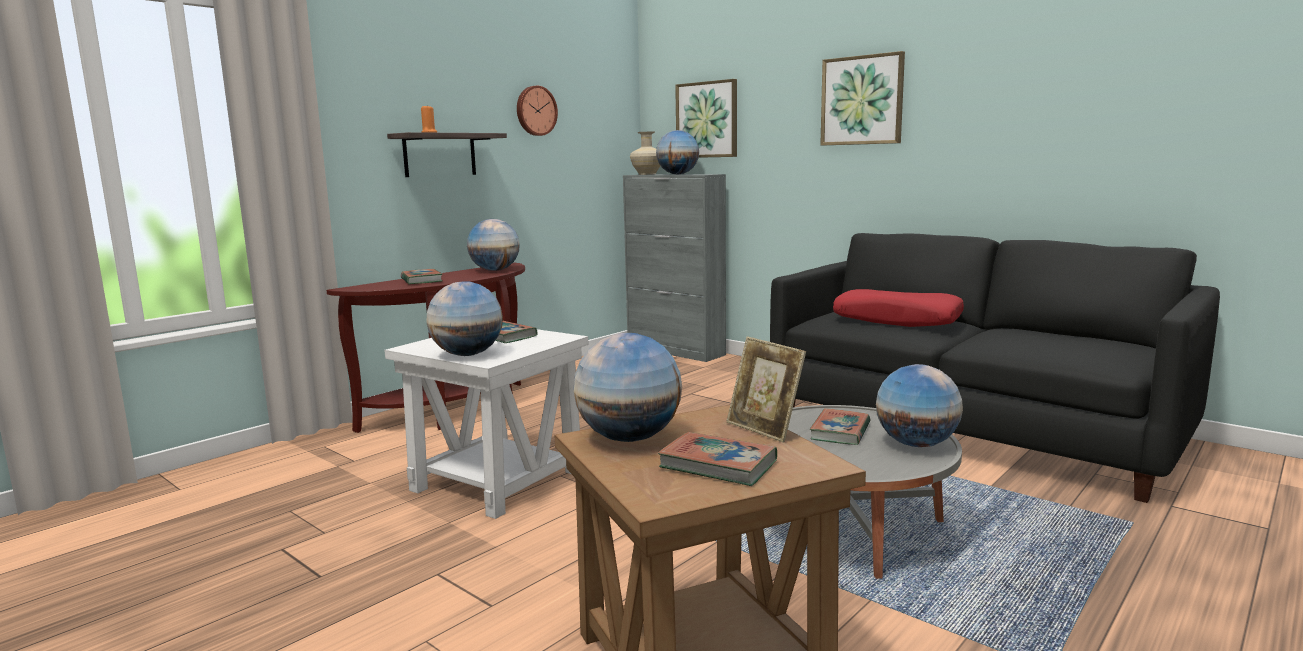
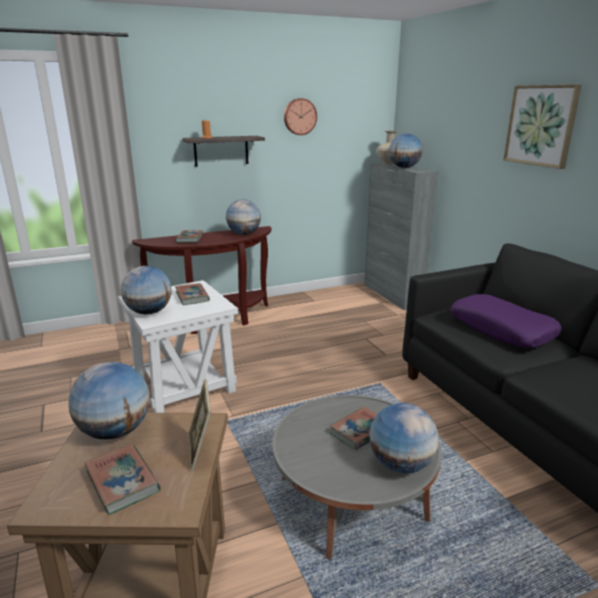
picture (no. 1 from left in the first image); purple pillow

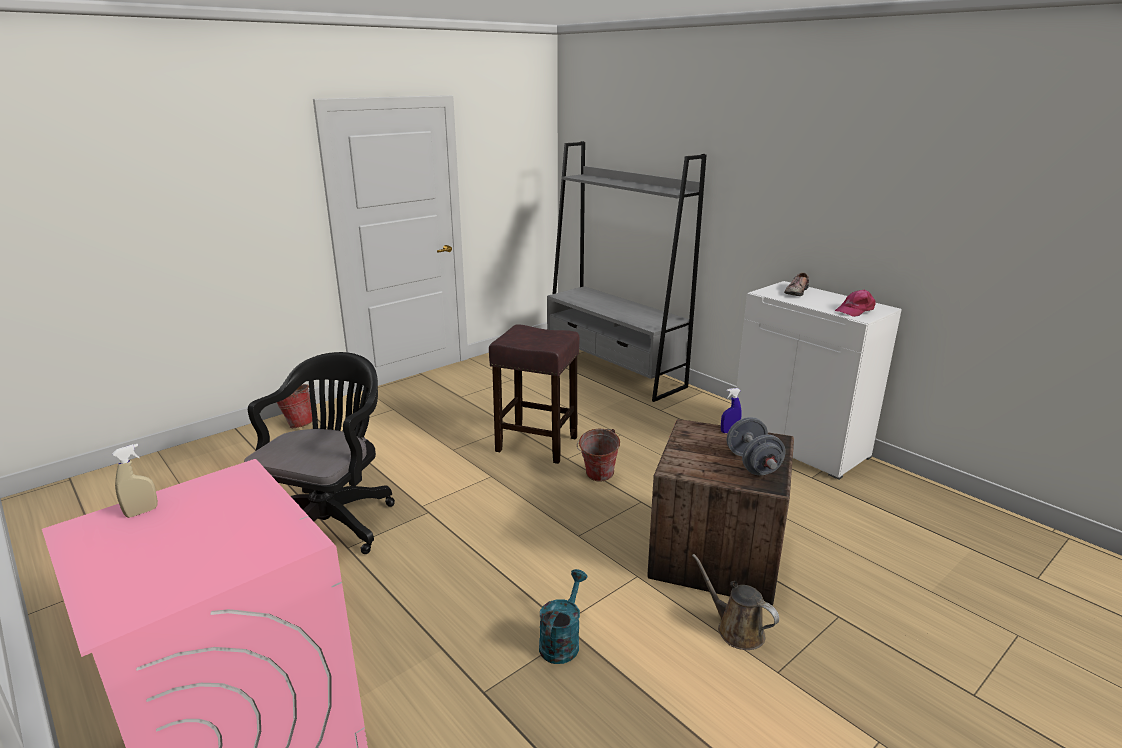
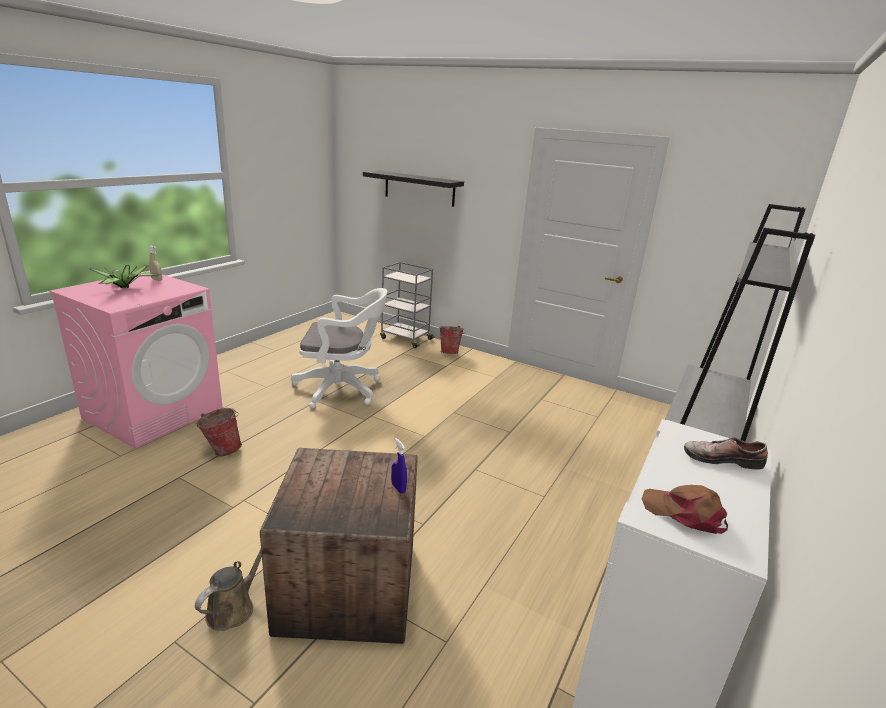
brown stool; turquoise watering can; grey dumbbell; potted plant; black shelf; grey cart; bucket (no. 1 from left); white office chair; brown cap

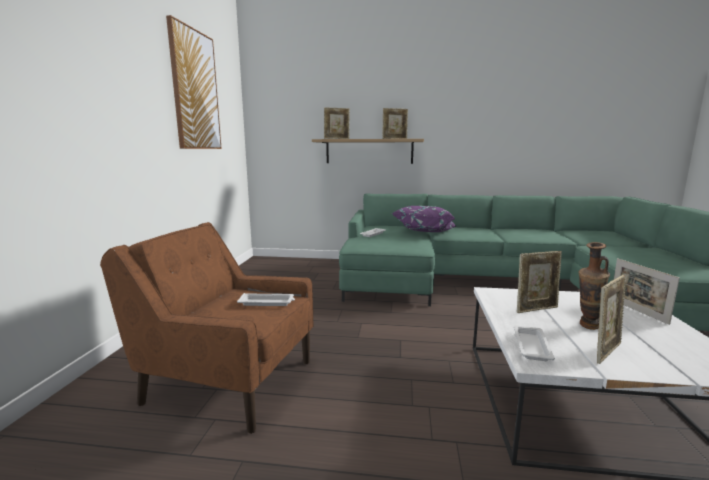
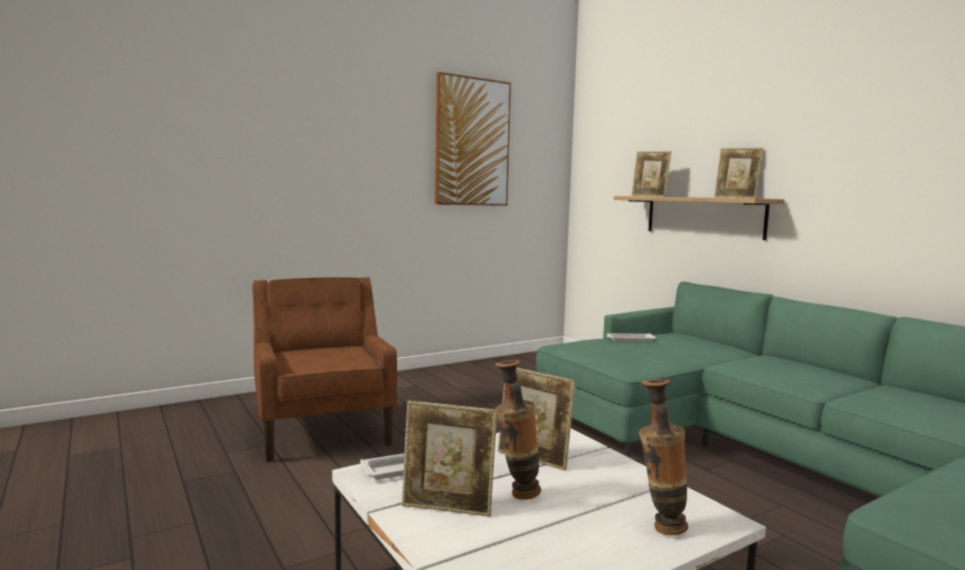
white tray (no. 1 from left in the first image); purple pillow; vase (no. 2 from left)

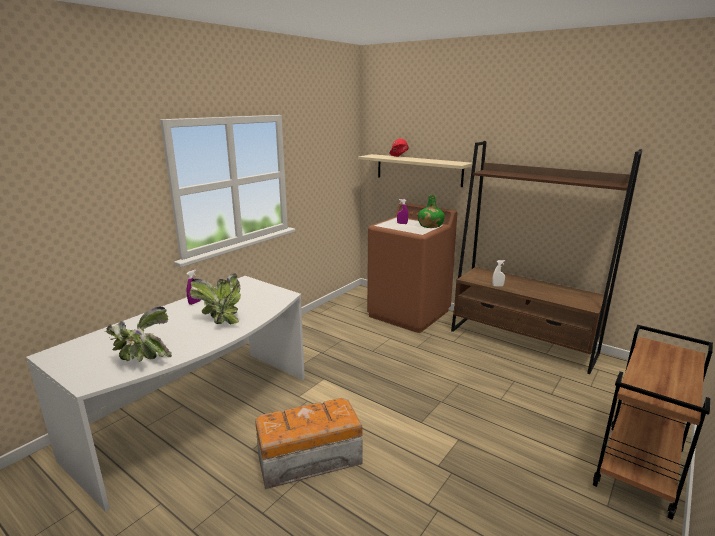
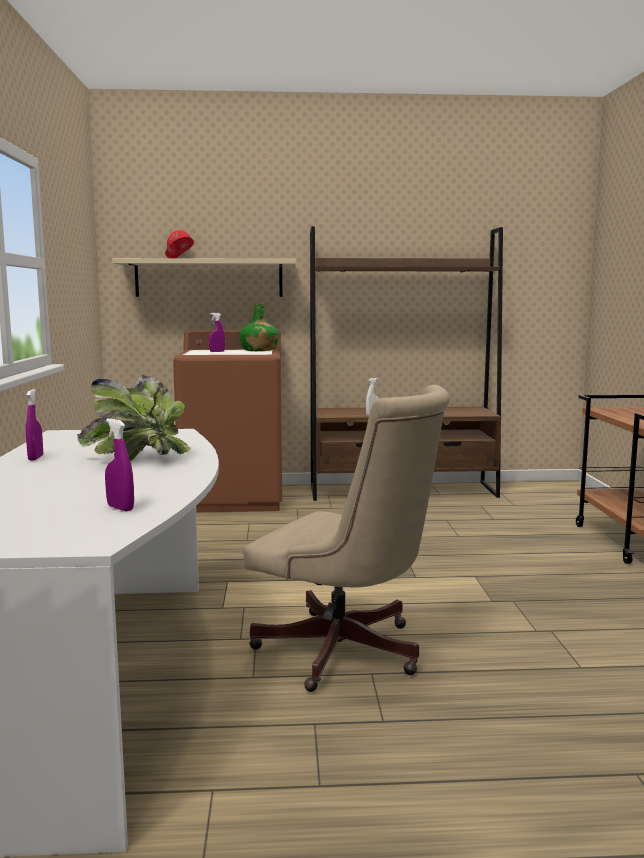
purple spray bottle (no. 2 from left); beige office chair

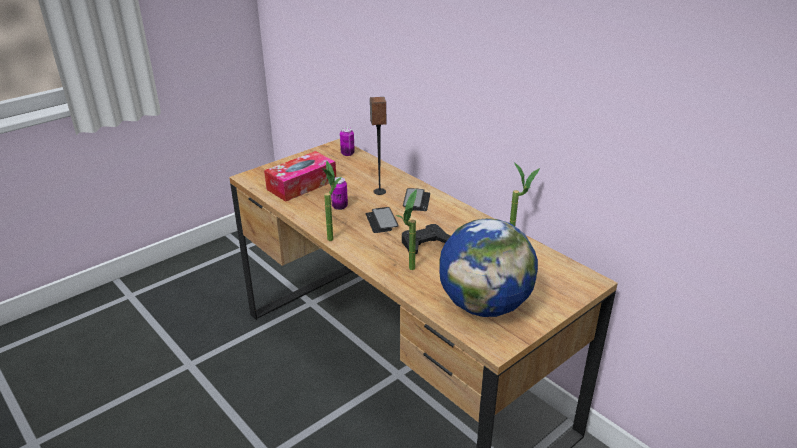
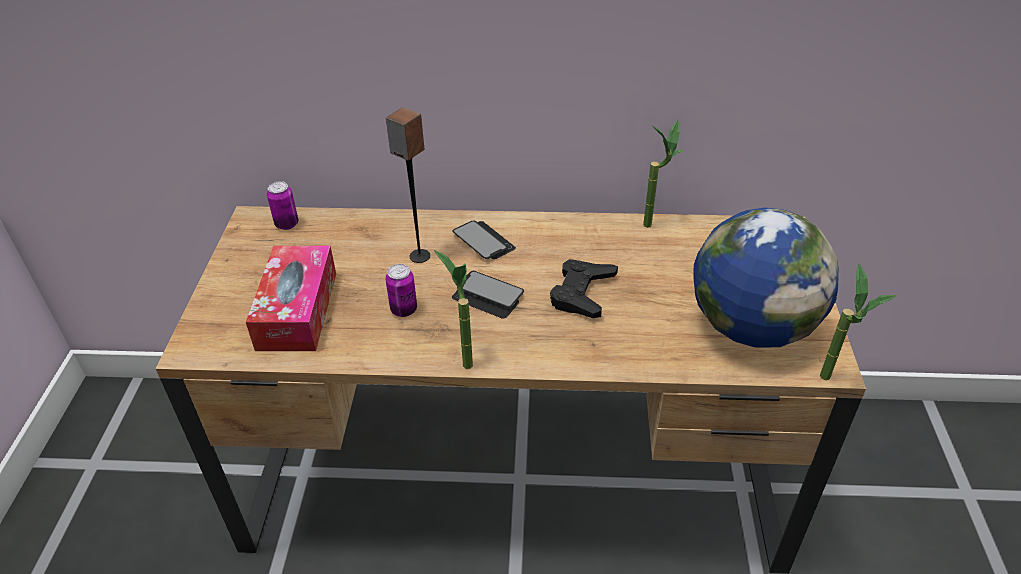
potted plant (no. 3 from left)

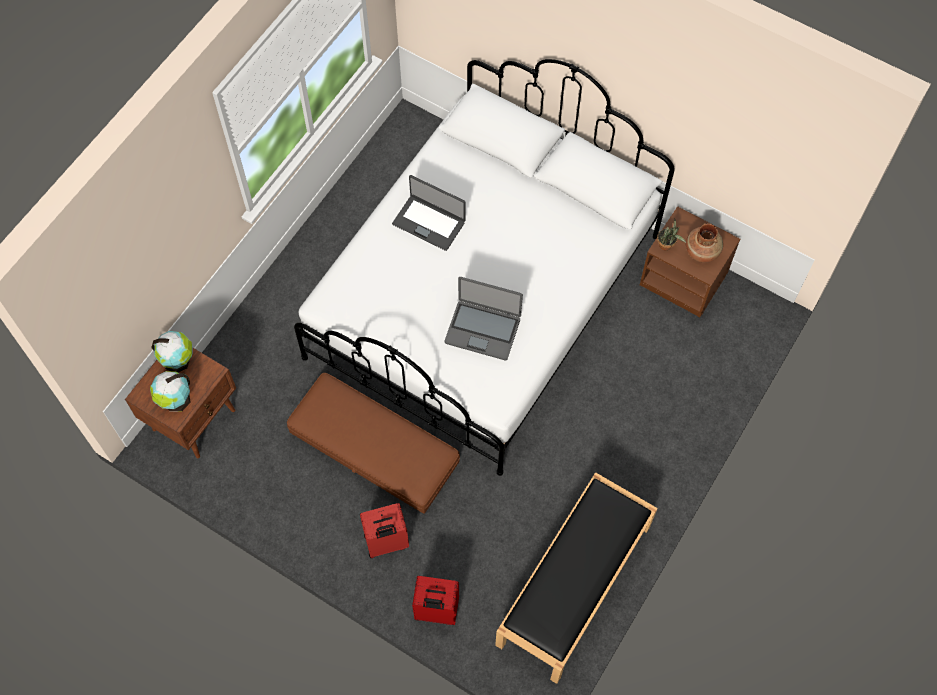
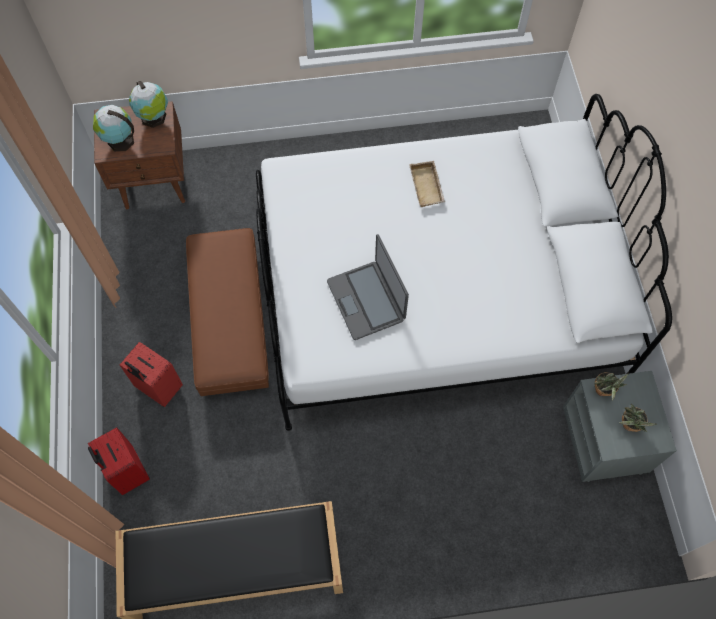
beige tray; potted plant (no. 2 from left); grey nightstand

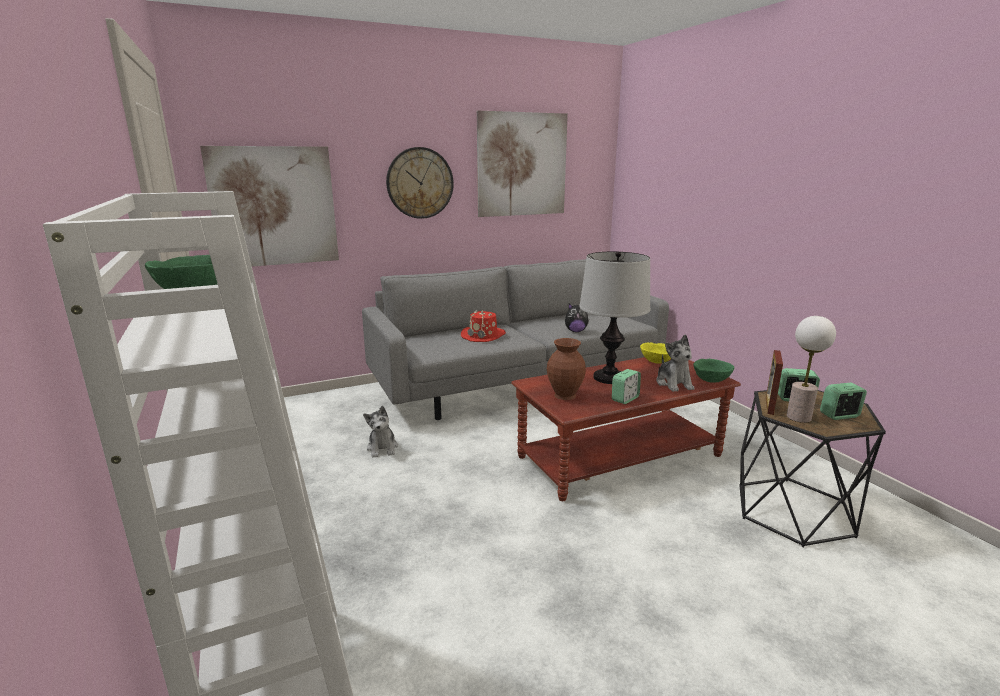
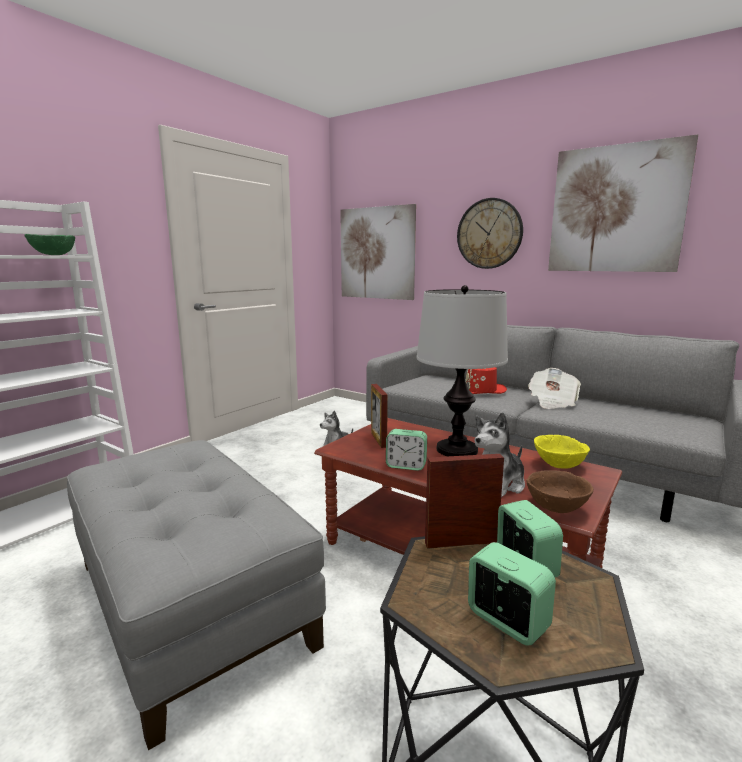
plush toy (no. 2 from left in the first image); table lamp (no. 2 from left in the first image); grey ottoman; newspaper; picture frame (no. 1 from left); brown bowl

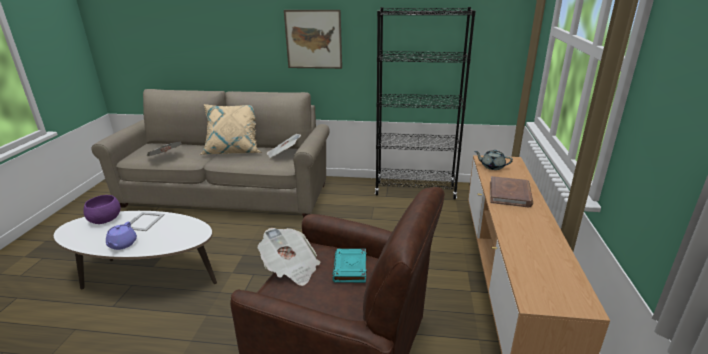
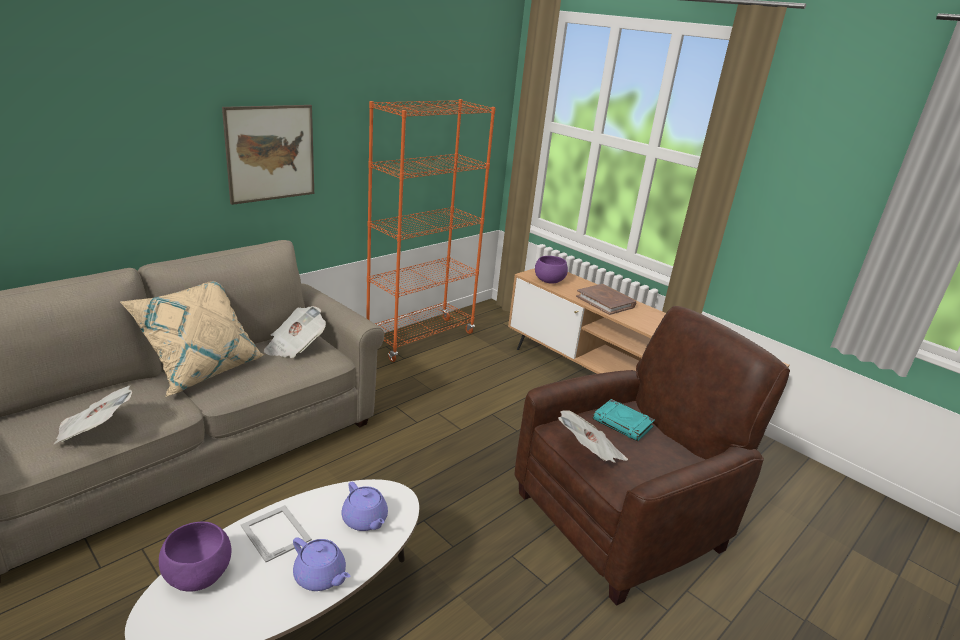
purple teapot (no. 2 from left); purple bowl (no. 2 from left); orange bookcase

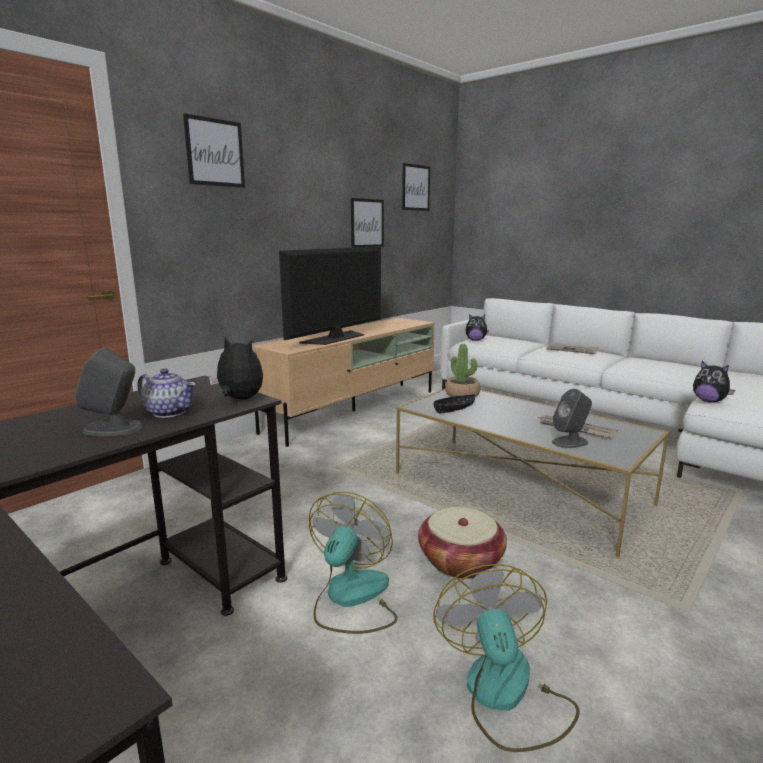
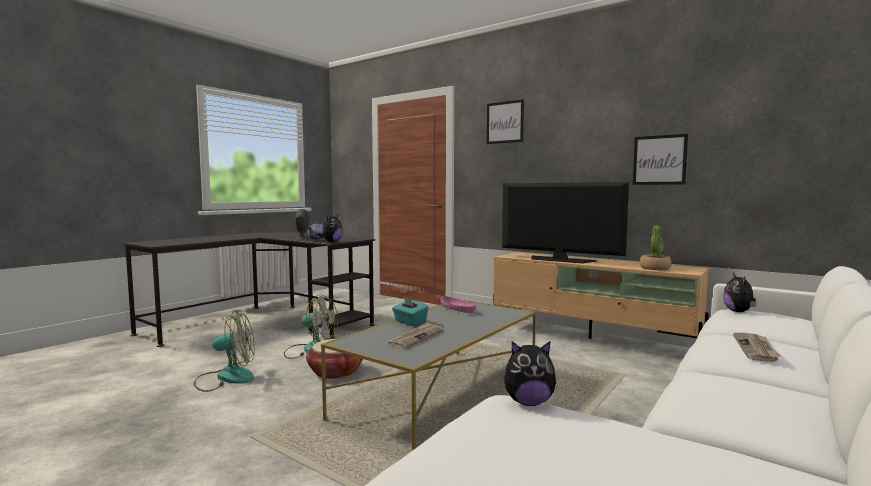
picture (no. 3 from left in the first image); grey speaker (no. 2 from left in the first image); turquoise tissue box; potted plant; pink bowl; plush toy (no. 2 from left)

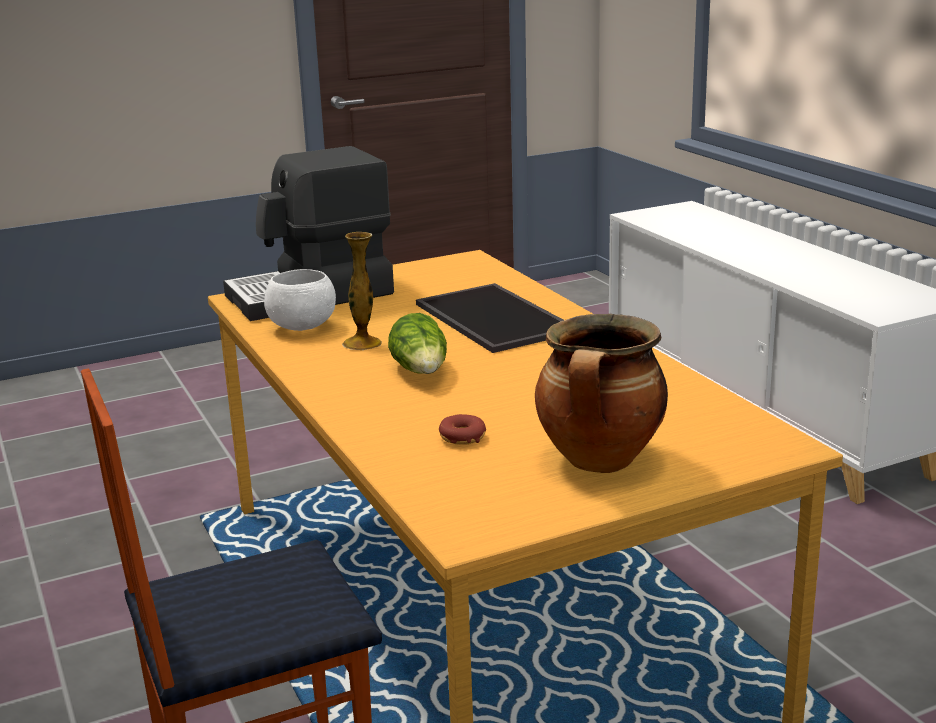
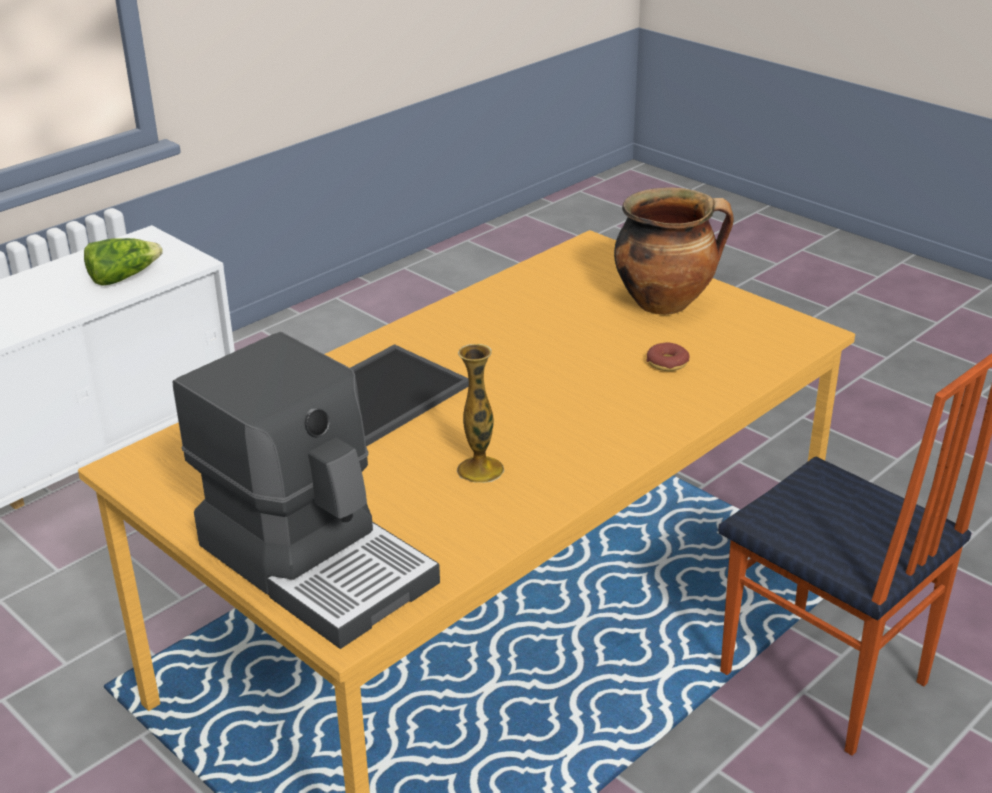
white bowl; lettuce

